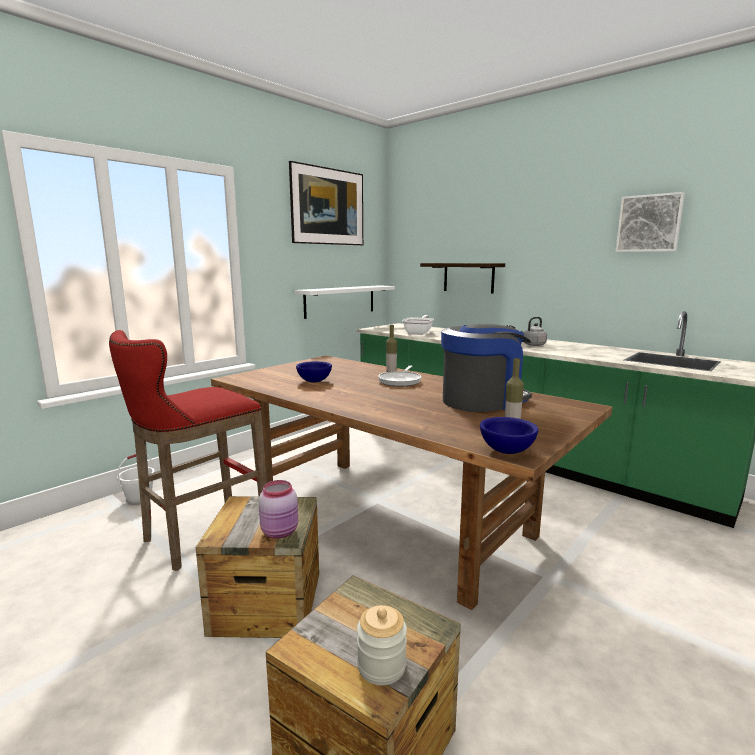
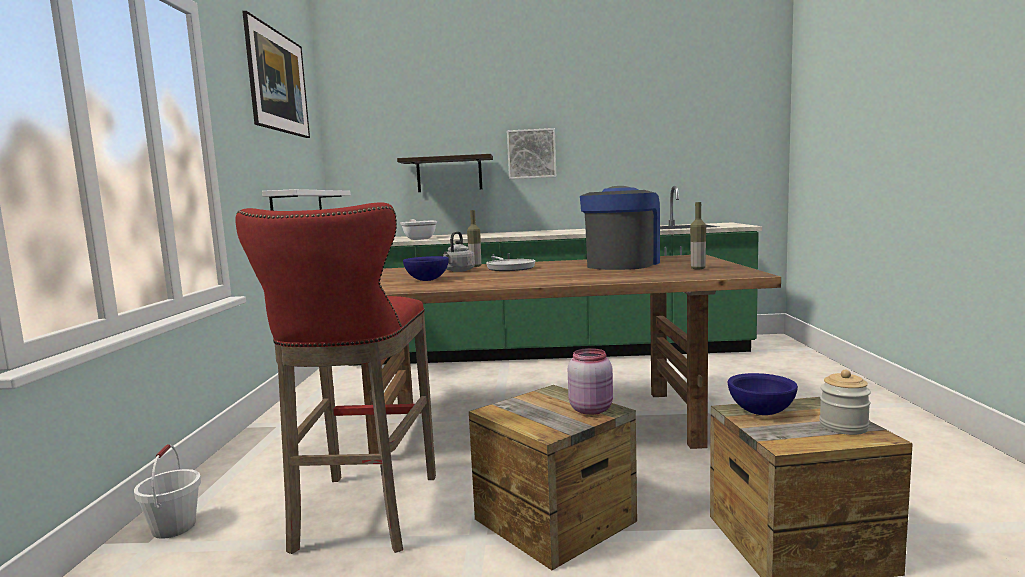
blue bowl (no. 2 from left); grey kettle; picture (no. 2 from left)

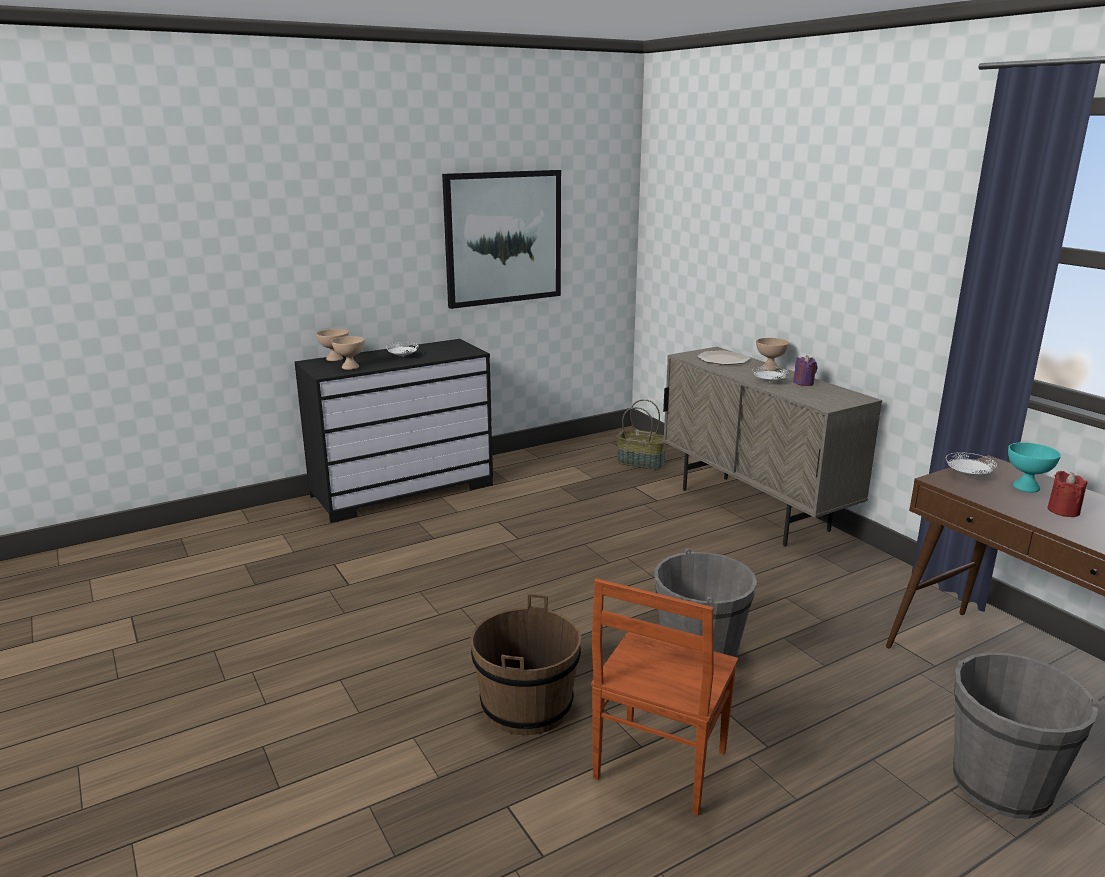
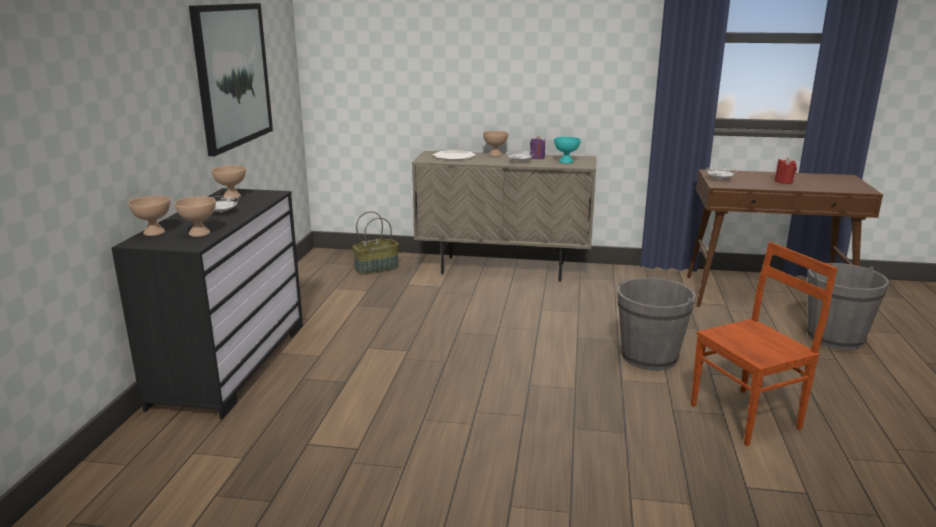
brown bucket; beige bowl (no. 3 from left); turquoise bowl; brown chair

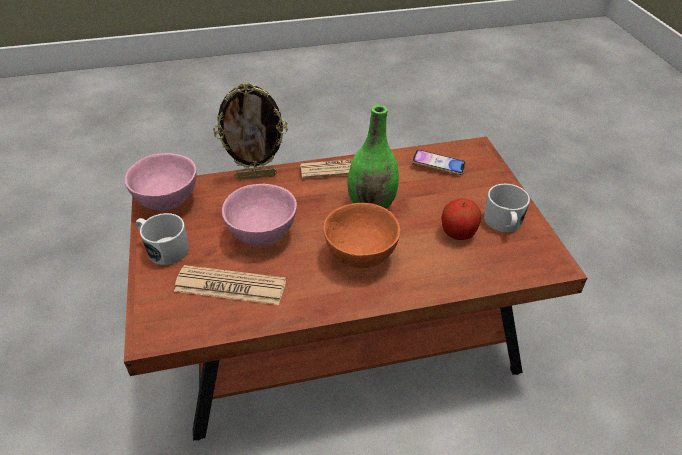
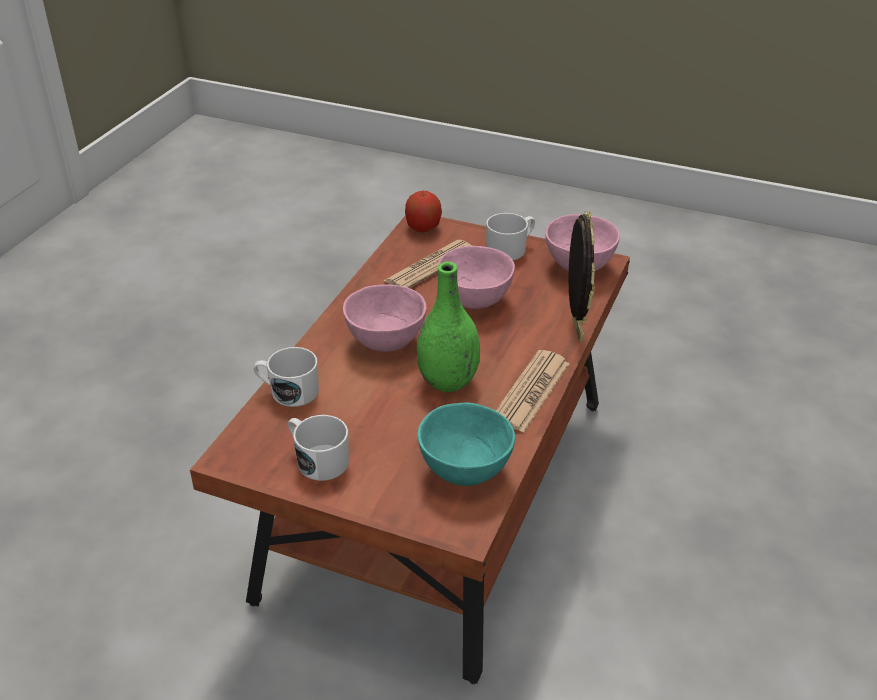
white mug (no. 1 from left); apple; turquoise bowl; pink bowl (no. 1 from left); picture frame

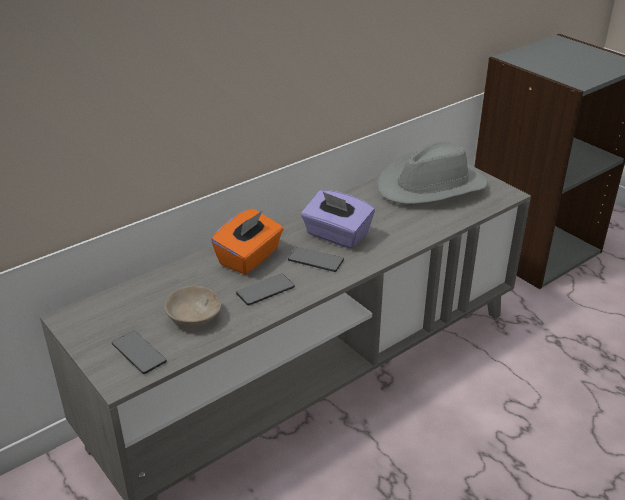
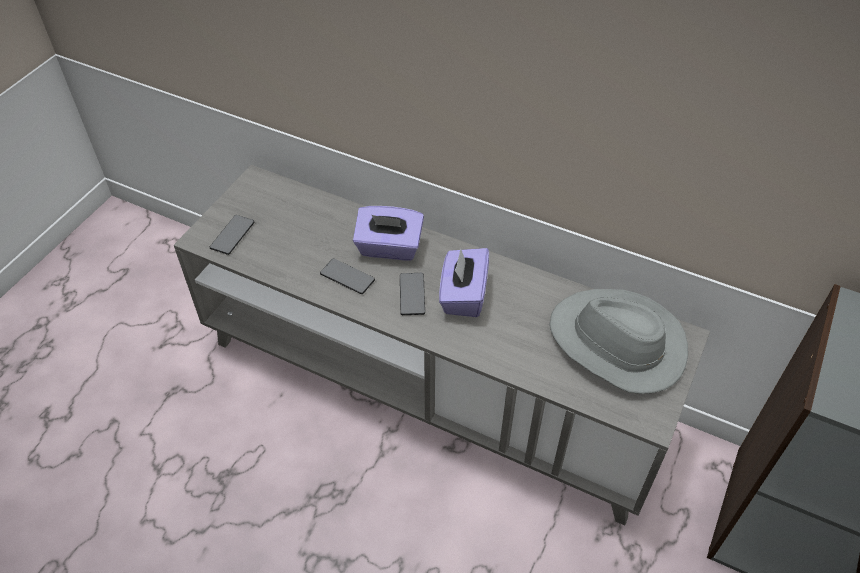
beige bowl; purple tissue box (no. 1 from left)

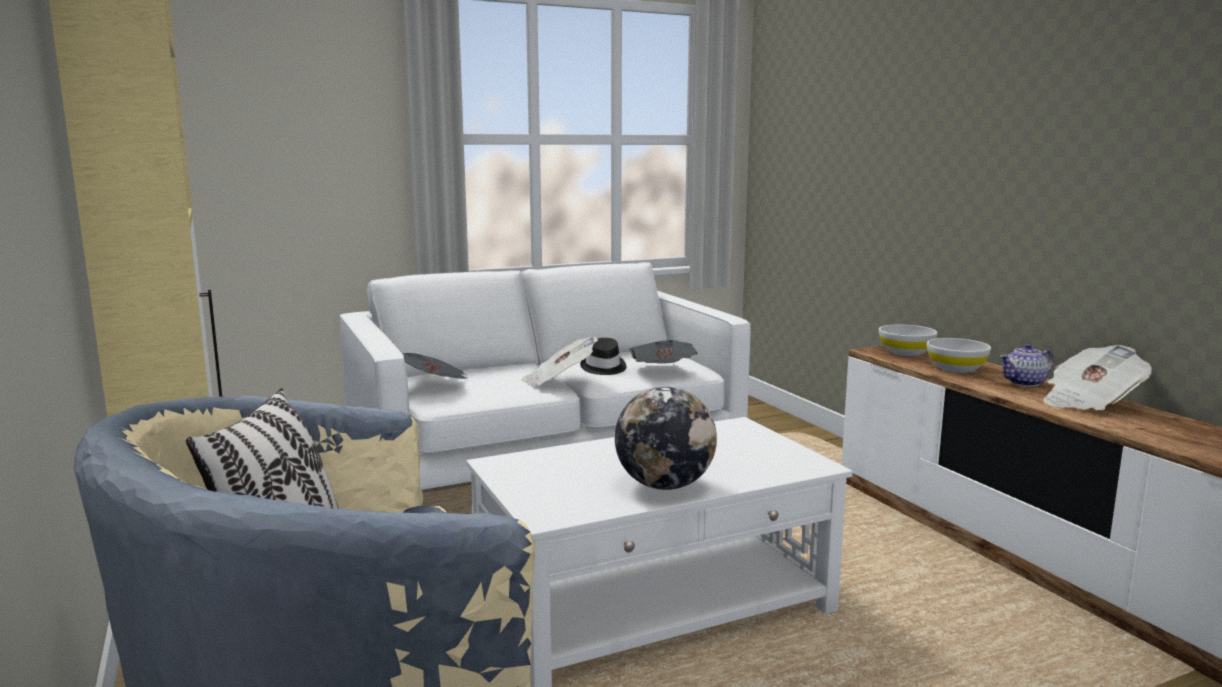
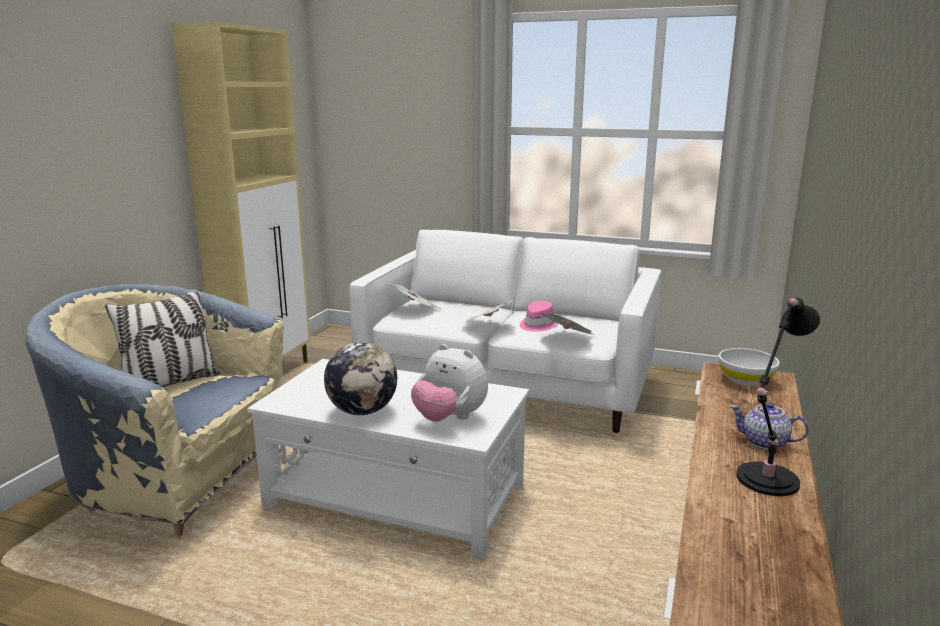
white bowl (no. 2 from left in the first image); plush toy; black table lamp; pink hat

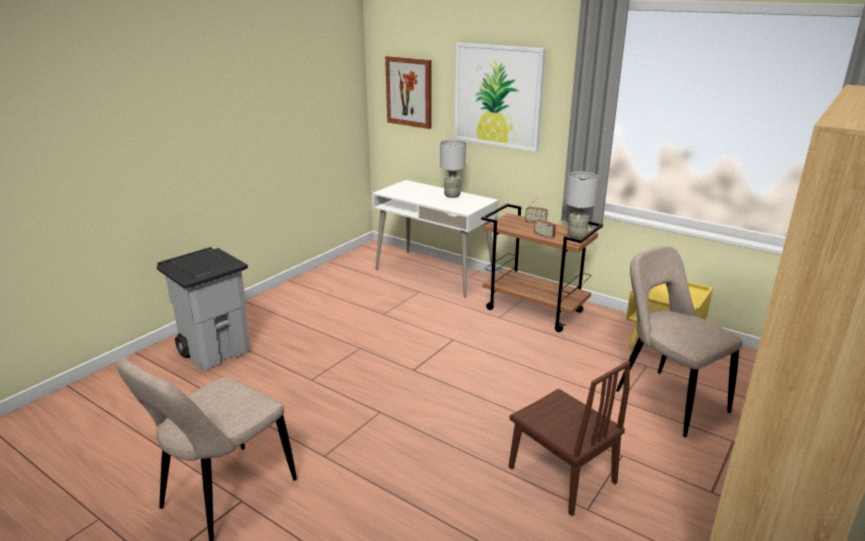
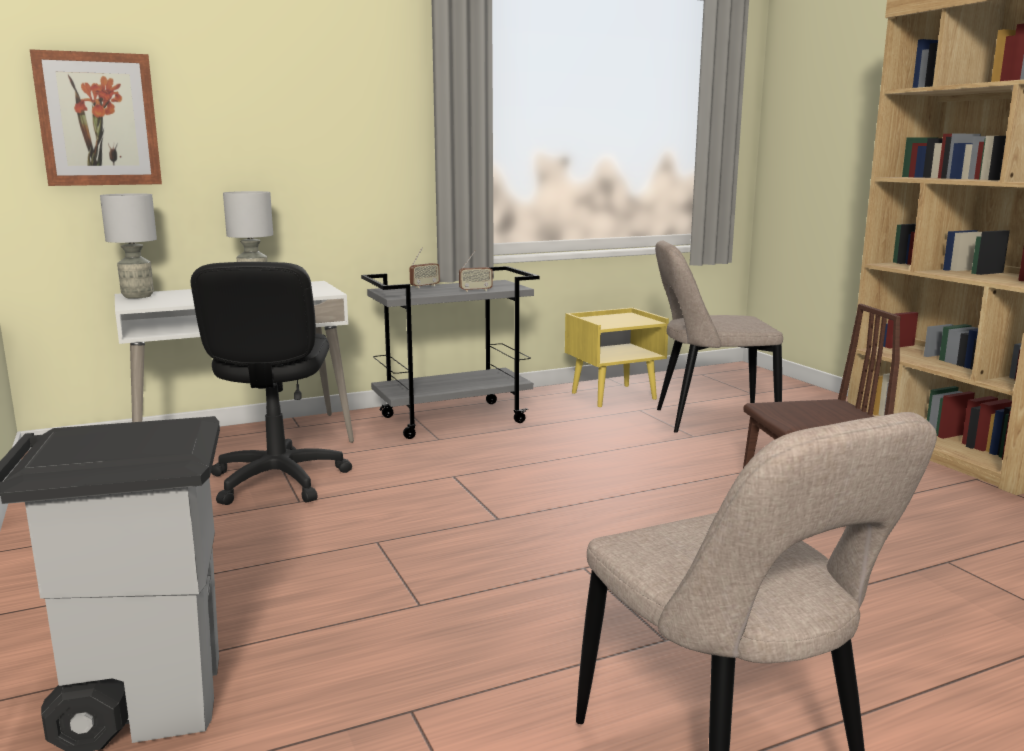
picture (no. 2 from left in the first image); black office chair; grey table lamp (no. 1 from left); grey cart

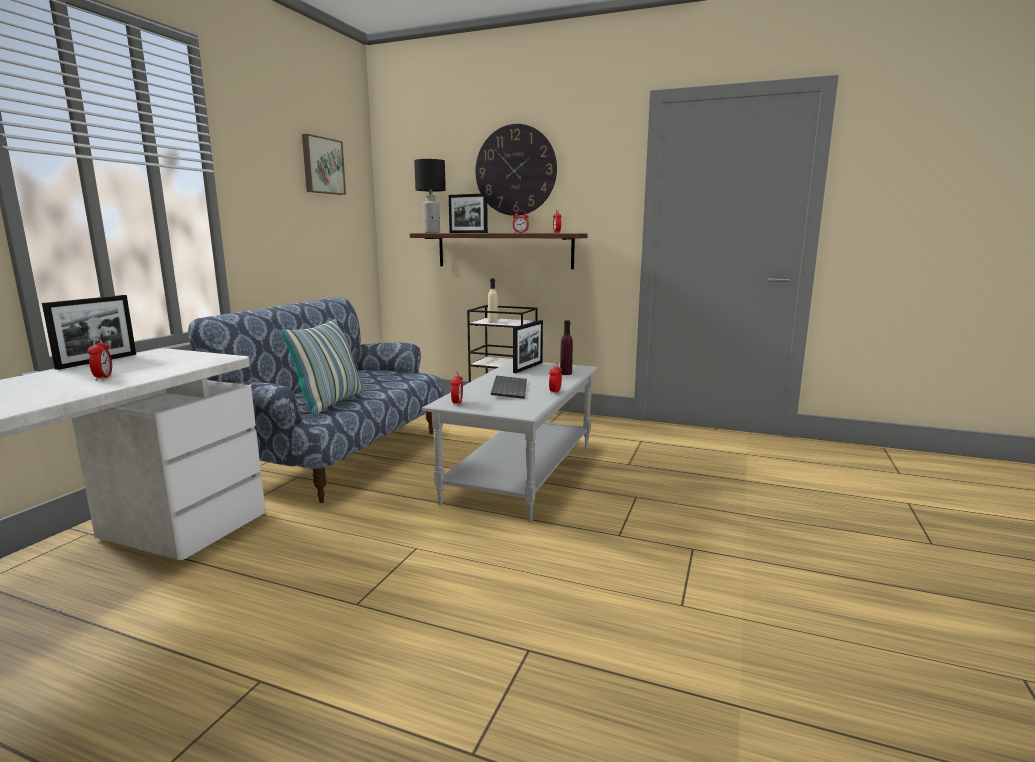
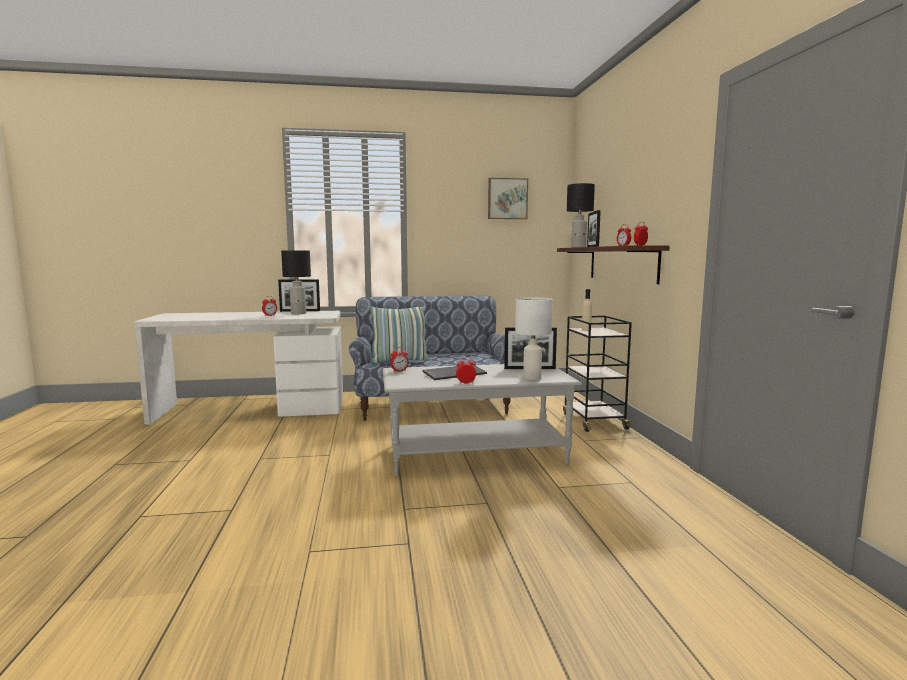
wall clock; black table lamp (no. 1 from left); white table lamp

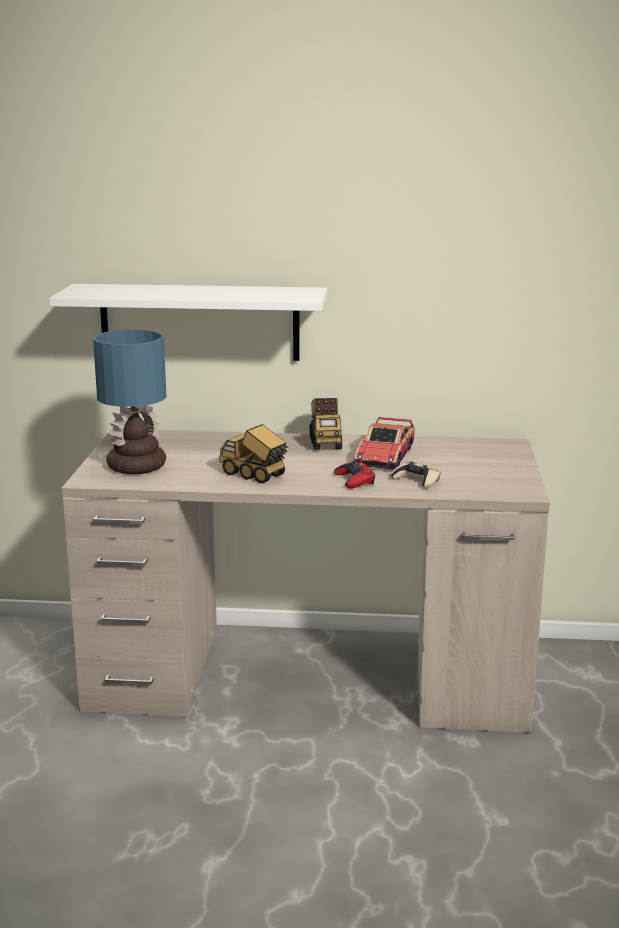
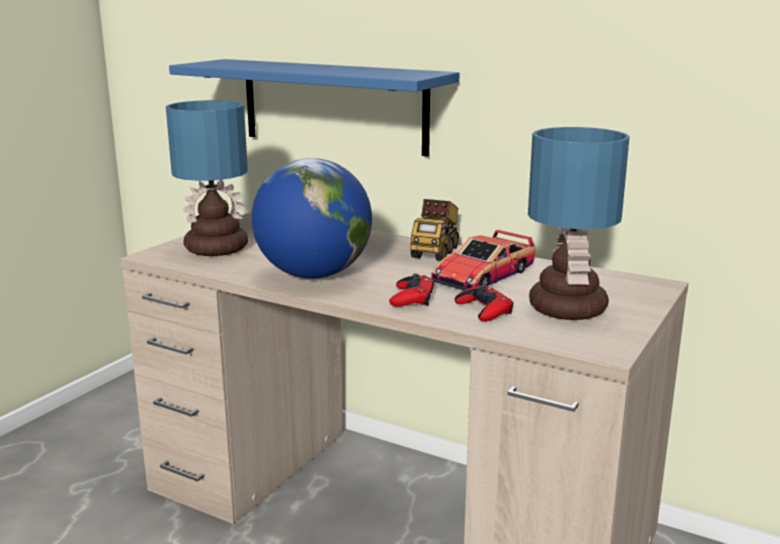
table lamp (no. 2 from left); globe; blue shelf; red game controller (no. 2 from left)

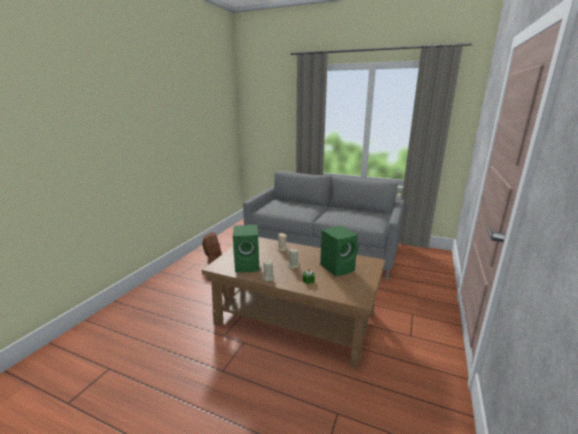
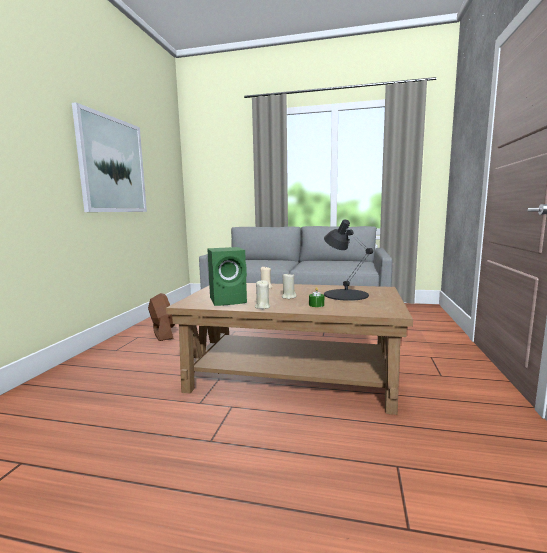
picture; black table lamp

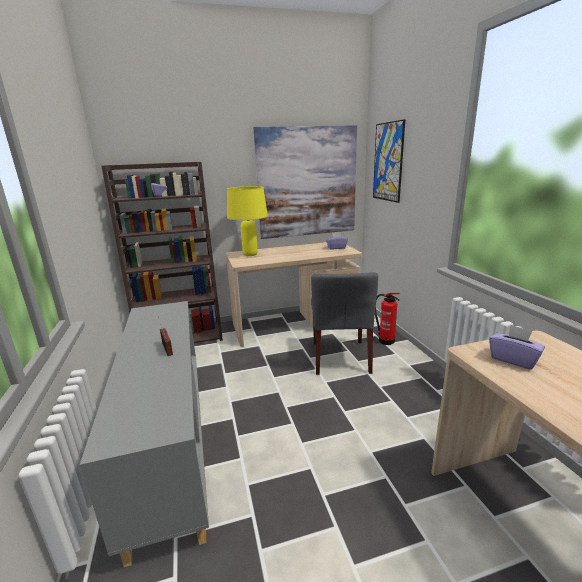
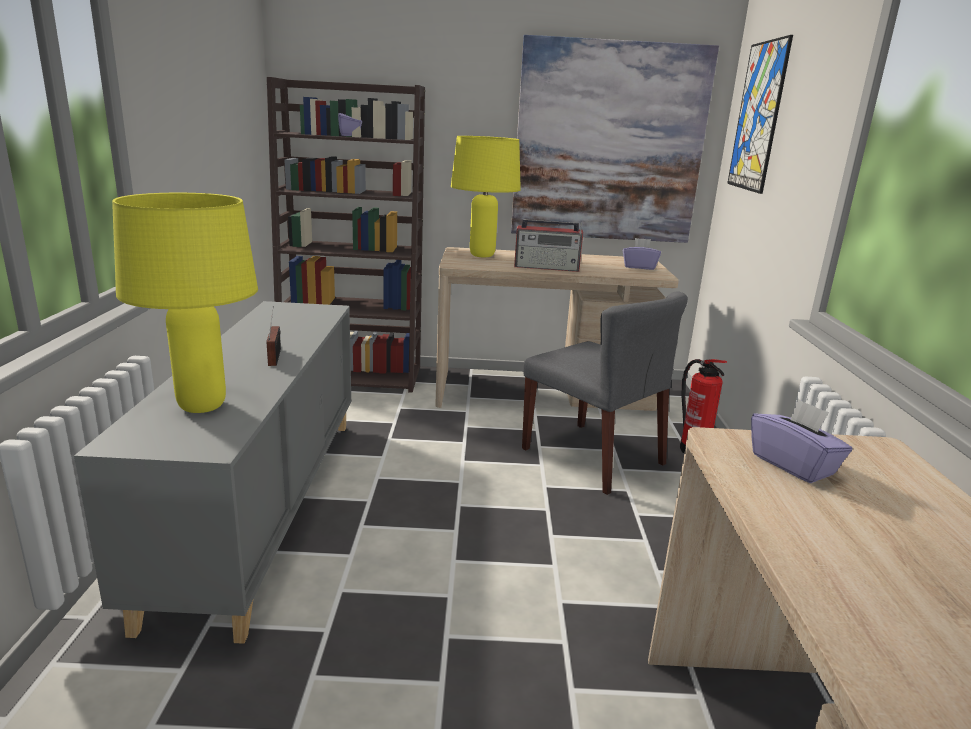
yellow table lamp (no. 1 from left); radio (no. 2 from left); grey chair

